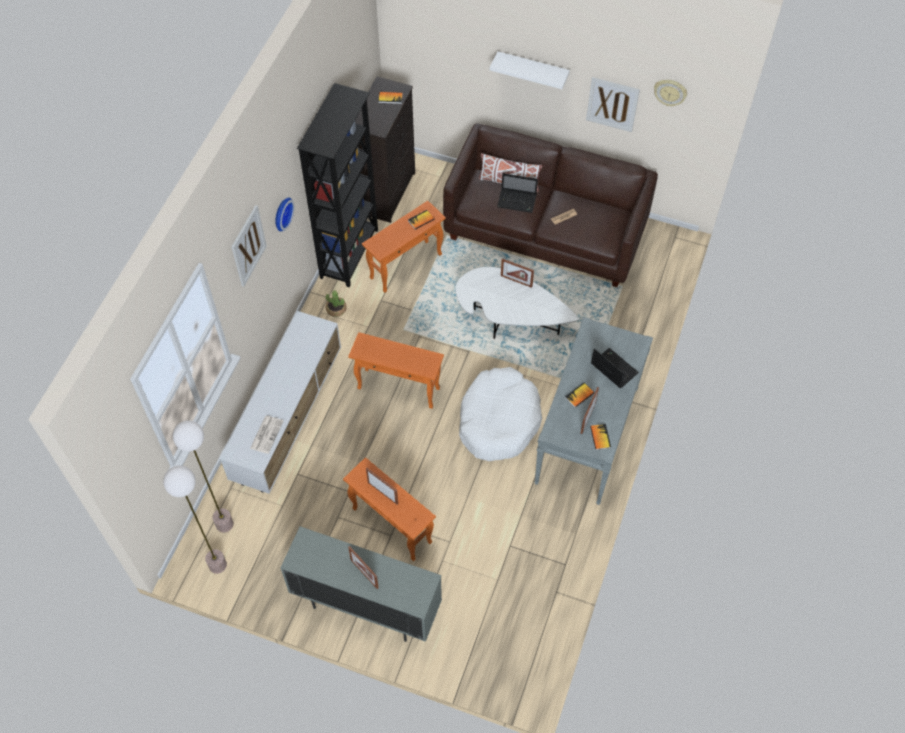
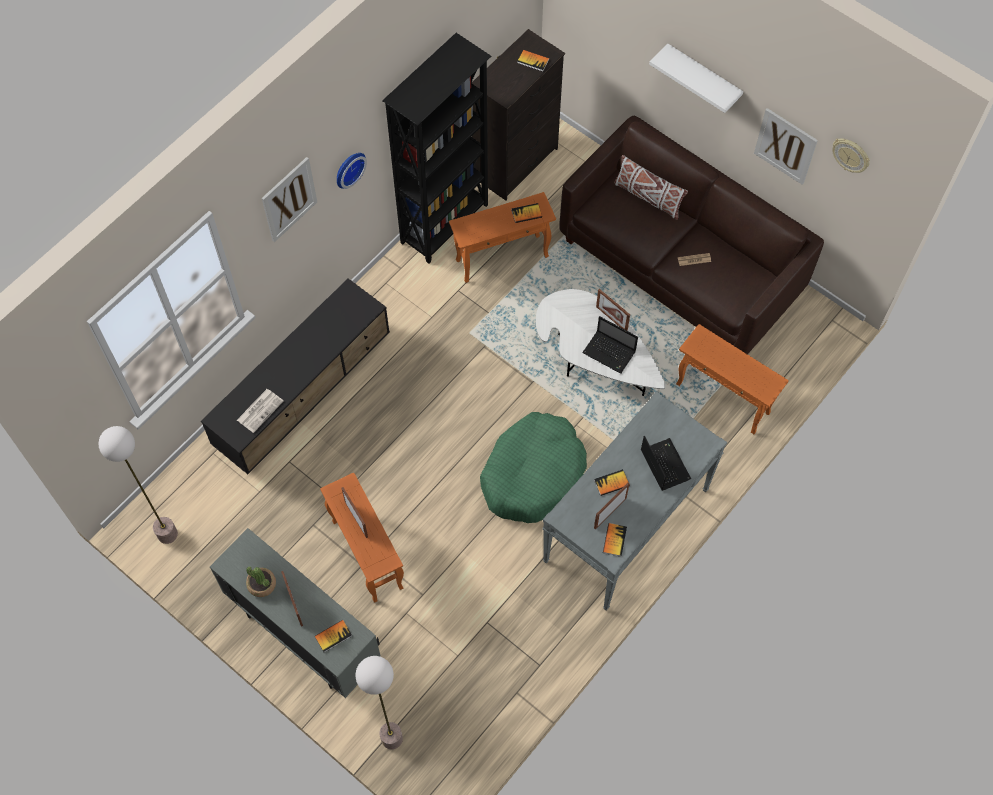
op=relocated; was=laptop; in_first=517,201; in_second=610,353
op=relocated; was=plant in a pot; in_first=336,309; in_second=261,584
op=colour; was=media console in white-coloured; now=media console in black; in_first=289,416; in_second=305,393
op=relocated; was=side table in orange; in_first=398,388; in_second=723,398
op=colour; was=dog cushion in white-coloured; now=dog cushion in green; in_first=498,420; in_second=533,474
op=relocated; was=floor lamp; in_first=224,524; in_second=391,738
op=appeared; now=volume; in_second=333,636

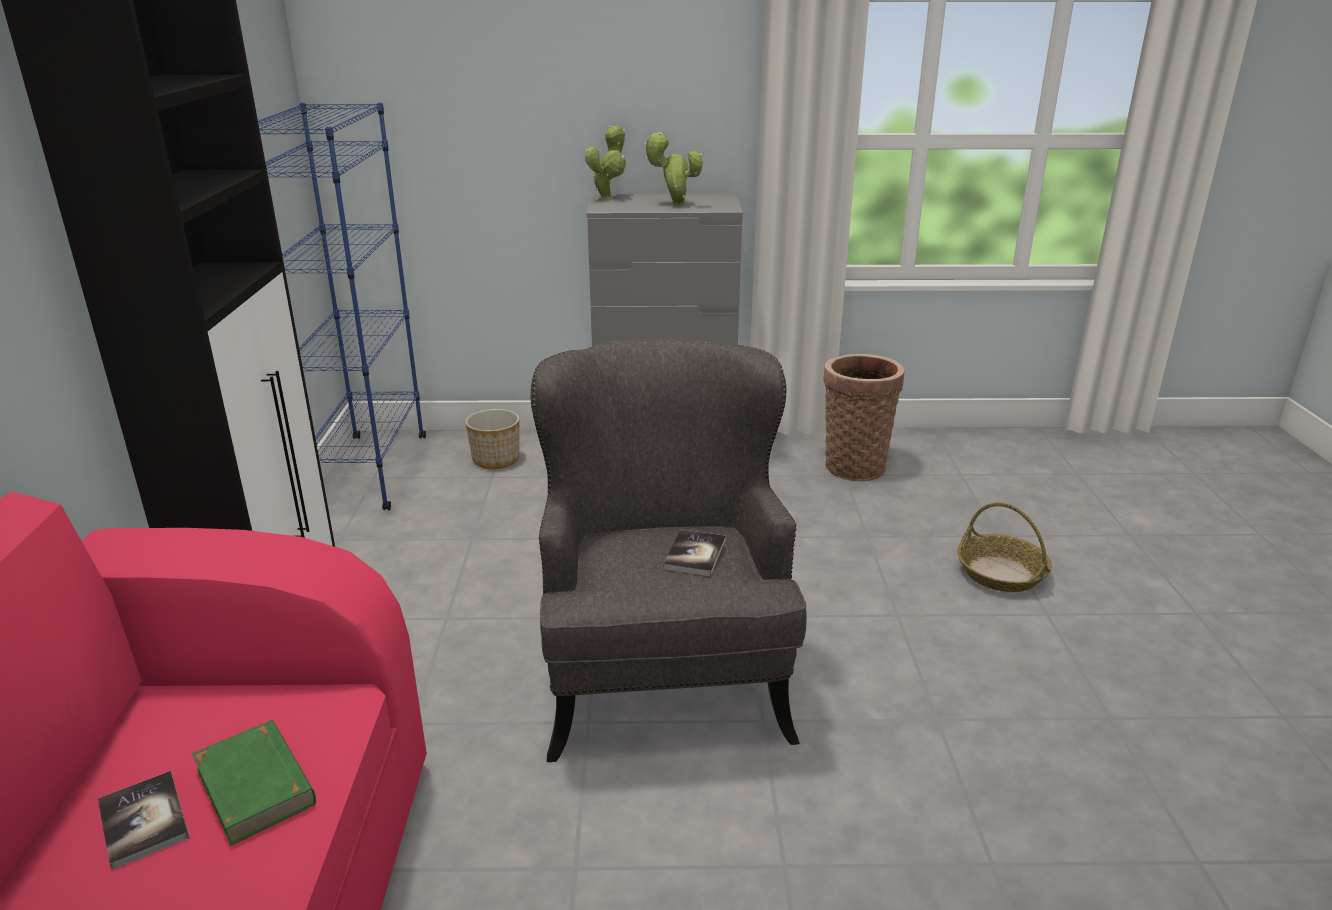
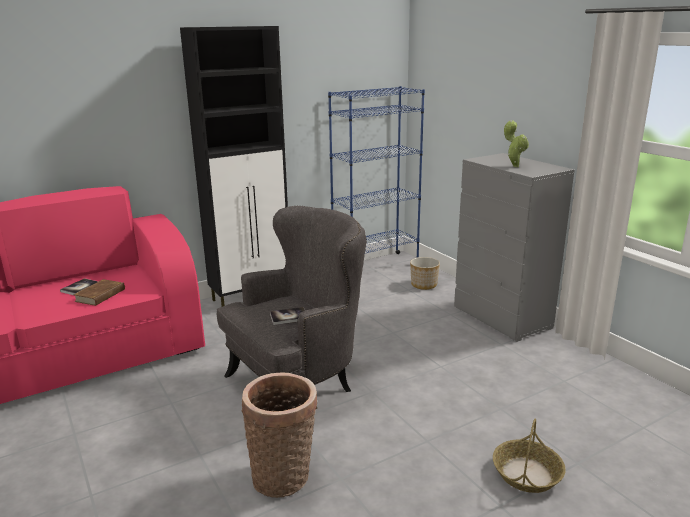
op=missing; was=plant in a pot; in_first=608,197
op=relocated; was=household basket; in_first=854,465; in_second=284,476
op=colour; was=volume in green; now=volume in brownish; in_first=256,785; in_second=100,295

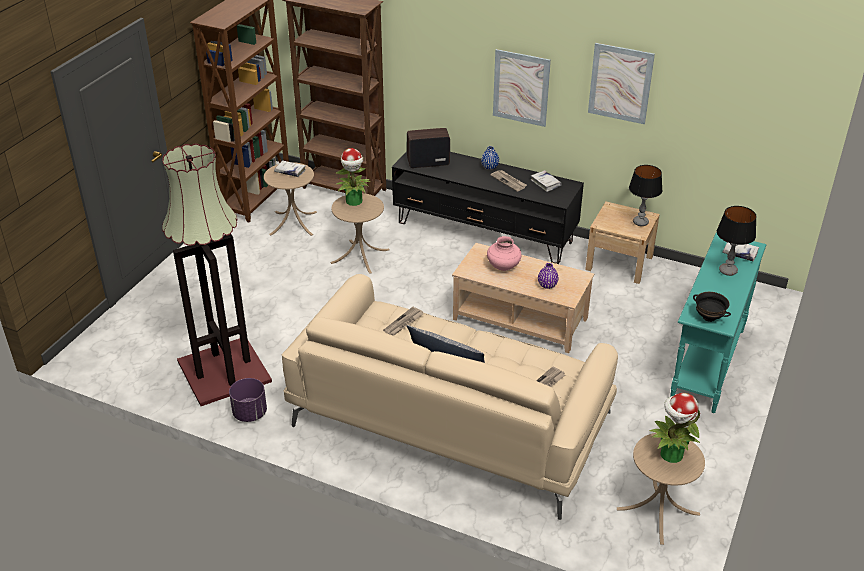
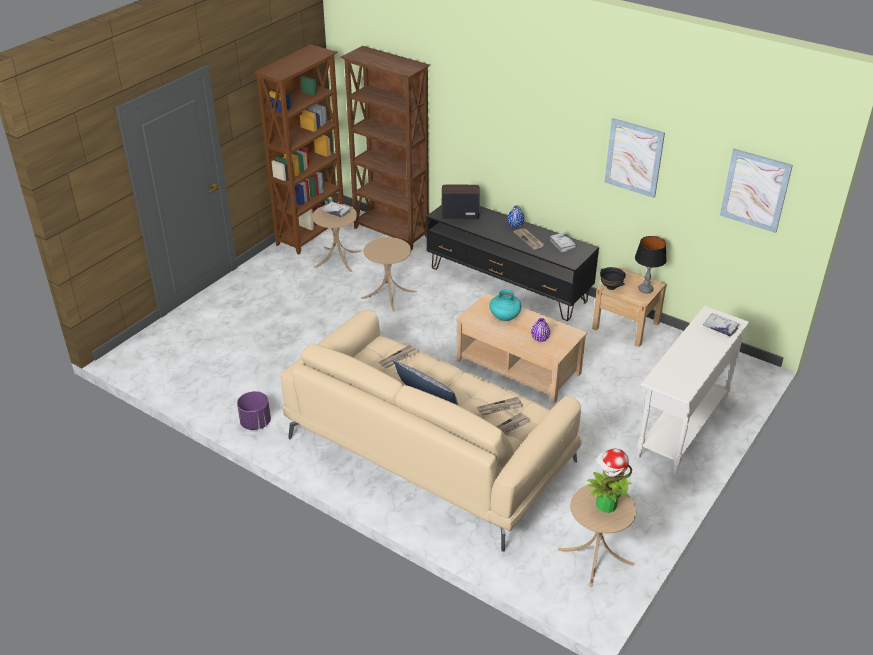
op=relocated; was=wall picture; in_first=521,87; in_second=755,190
op=missing; was=floor lamp; in_first=223,372
op=missing; was=plant in a pot; in_first=354,201
op=missing; was=table lamp; in_first=727,271
op=colour; was=hall table in turquoise; now=hall table in white-coloured; in_first=707,364; in_second=682,429
op=colour; was=vase in pinkish; now=vase in turquoise; in_first=503,266; in_second=505,317
op=relocated; was=serving bowl in black; in_first=708,317; in_second=610,287
op=appeared; now=daily paper; in_second=499,408

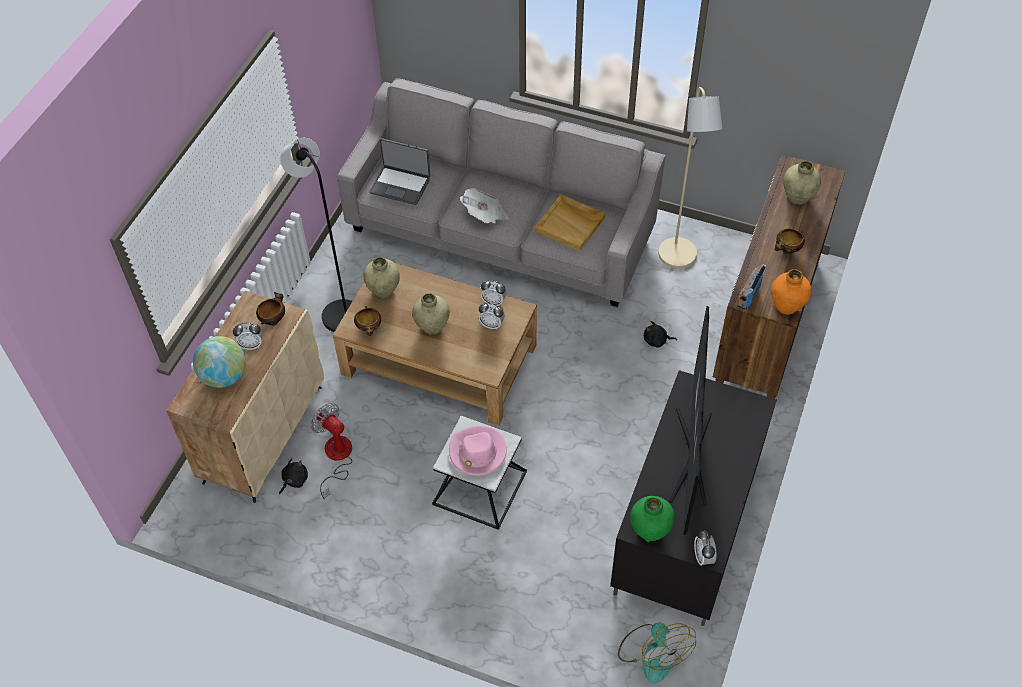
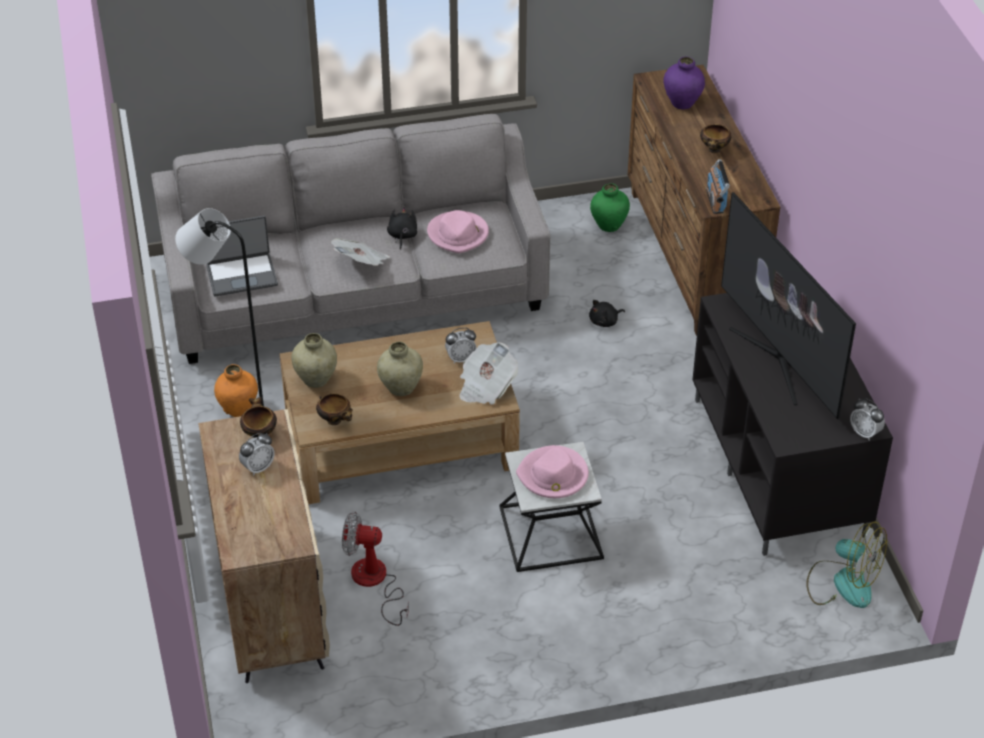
op=missing; was=floor lamp in beige-coloured; in_first=679,259
op=colour; was=vase in beige-coloured; now=vase in purplish; in_first=797,197; in_second=682,103
op=exchanged; was=tray in beige-coloured; now=clothing hat in pinkish; in_first=570,224; in_second=458,234
op=relocated; was=vase in orange; in_first=787,306; in_second=238,409
op=missing; was=bedside clock; in_first=493,302
op=missing; was=desk globe; in_first=224,376
op=relocated; was=cuddly toy in black; in_first=294,480; in_second=402,236
op=relocated; was=vase in green; in_first=650,530; in_second=609,225
op=appeared; now=daily paper; in_second=486,386

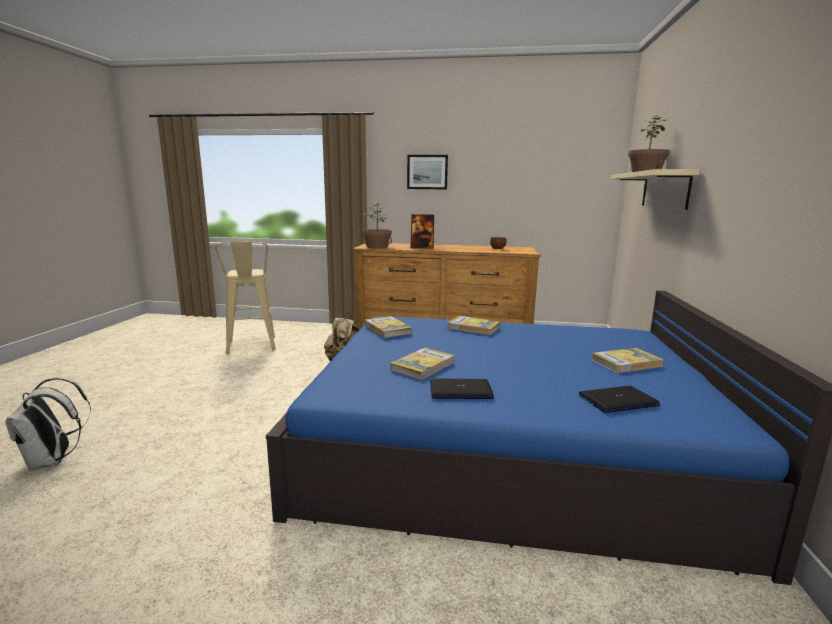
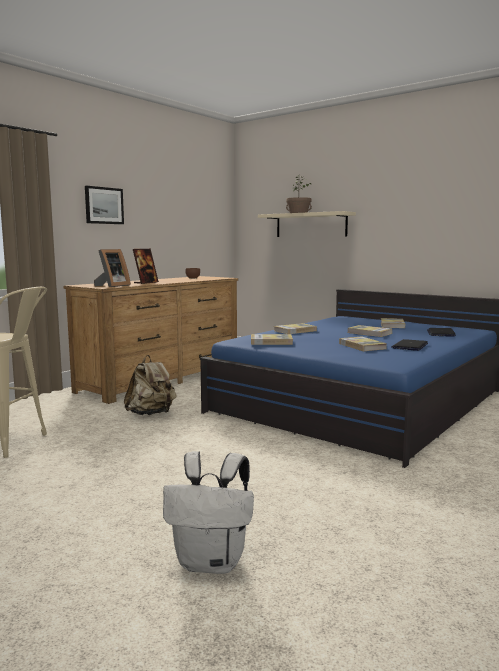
op=exchanged; was=plant in a pot; now=standing frame; in_first=377,247; in_second=112,286
op=appeared; now=volume; in_second=369,333

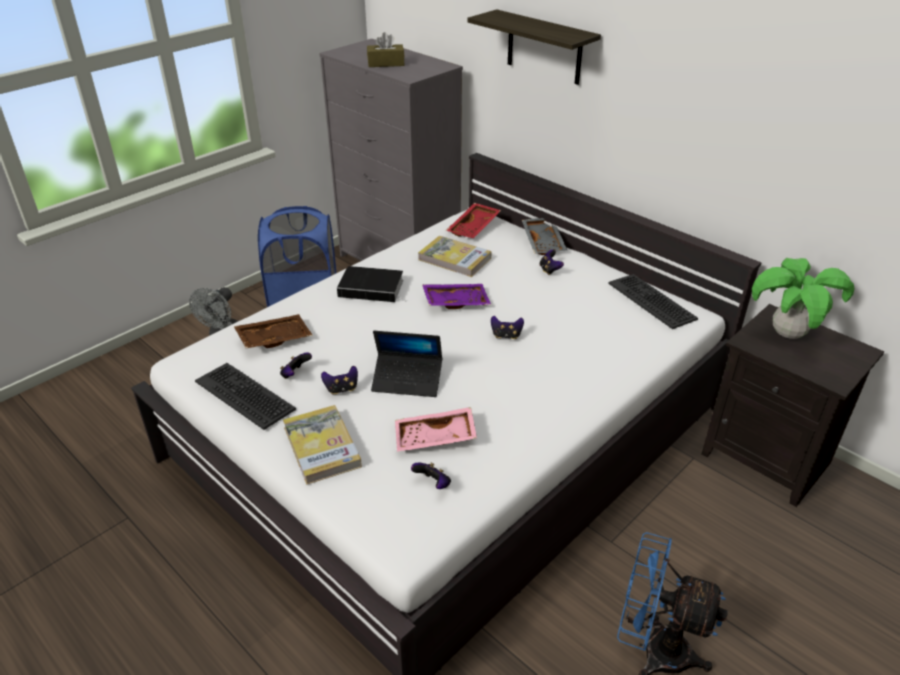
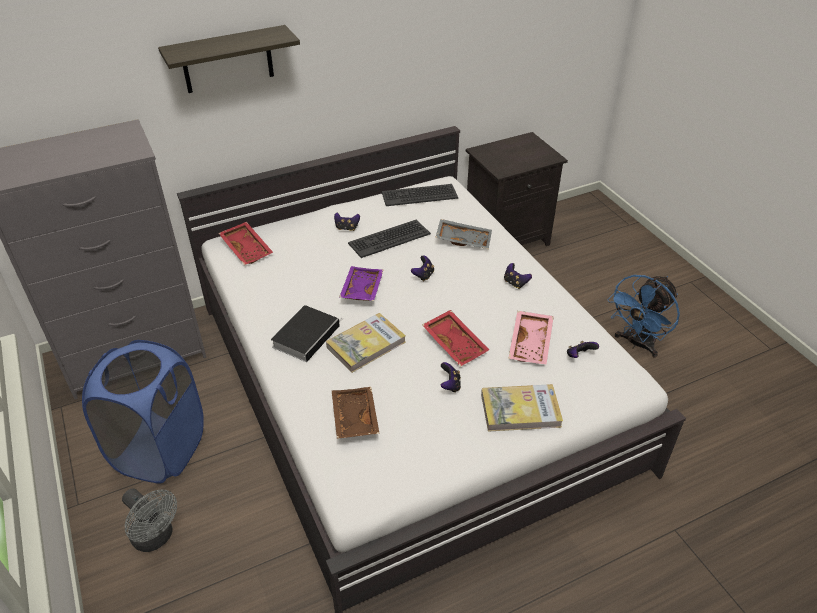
op=missing; was=box of tissues in brownish; in_first=386,63
op=relocated; was=tray in grey; in_first=544,242; in_second=463,239
op=relocated; was=volume; in_first=454,259; in_second=366,345
op=missing; was=plant in a pot; in_first=787,334
op=exchanged; was=laptop; now=tray in red-coloured; in_first=407,381; in_second=456,343
op=relocated; was=game controller; in_first=295,374; in_second=515,283
op=relocated; was=computer keyboard; in_first=245,395; in_second=389,238

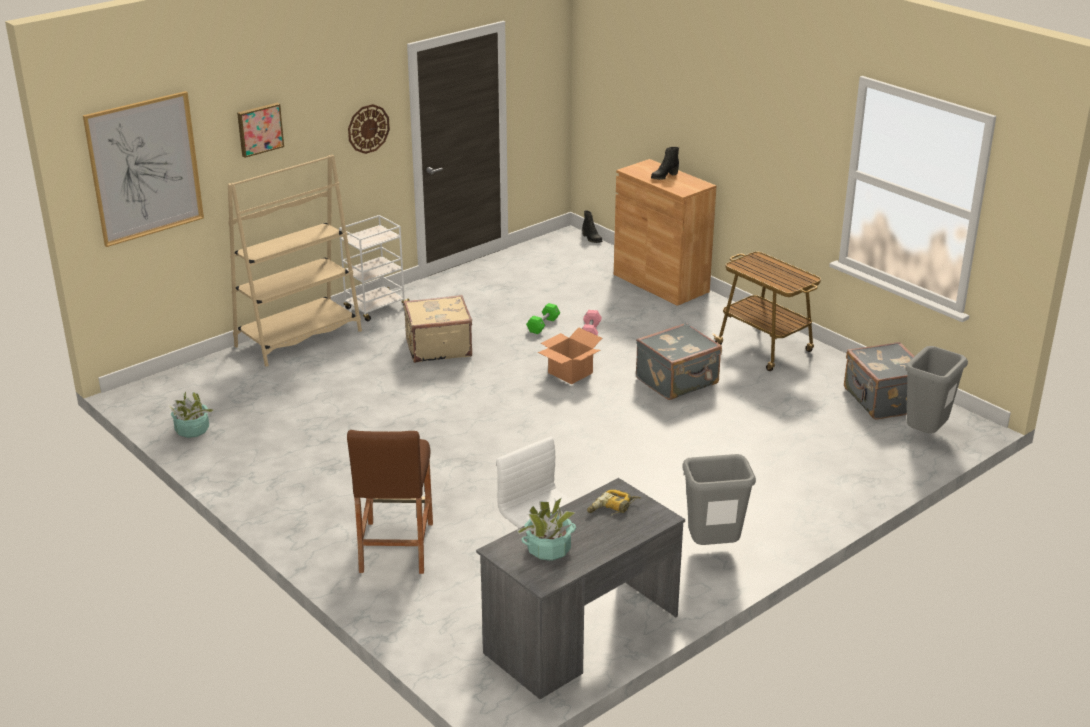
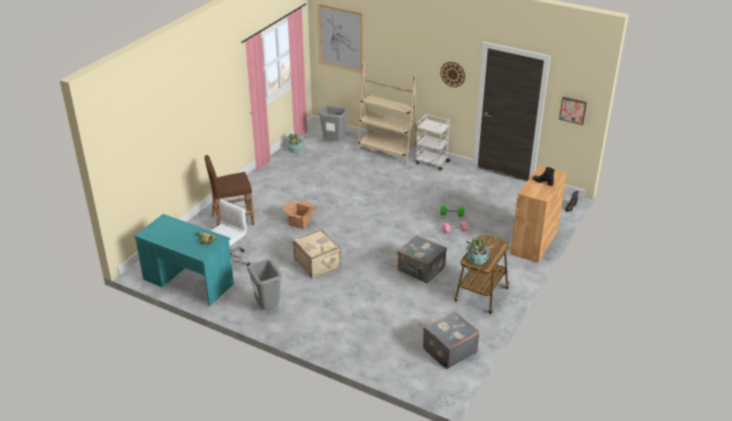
op=relocated; was=wall picture; in_first=259,129; in_second=573,110
op=relocated; was=travel case in beige-coloured; in_first=438,347; in_second=317,263
op=relocated; was=cardboard box; in_first=571,373; in_second=300,222
op=relocated; was=trash can in grey; in_first=925,434; in_second=334,143
op=colour; was=desk unit in grey; now=desk unit in turquoise; in_first=581,635; in_second=188,282
op=relocated; was=plant in a pot; in_first=548,549; in_second=476,259

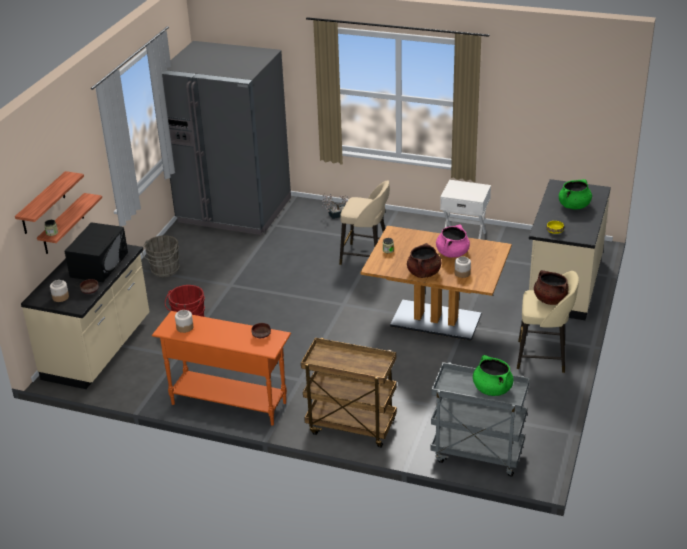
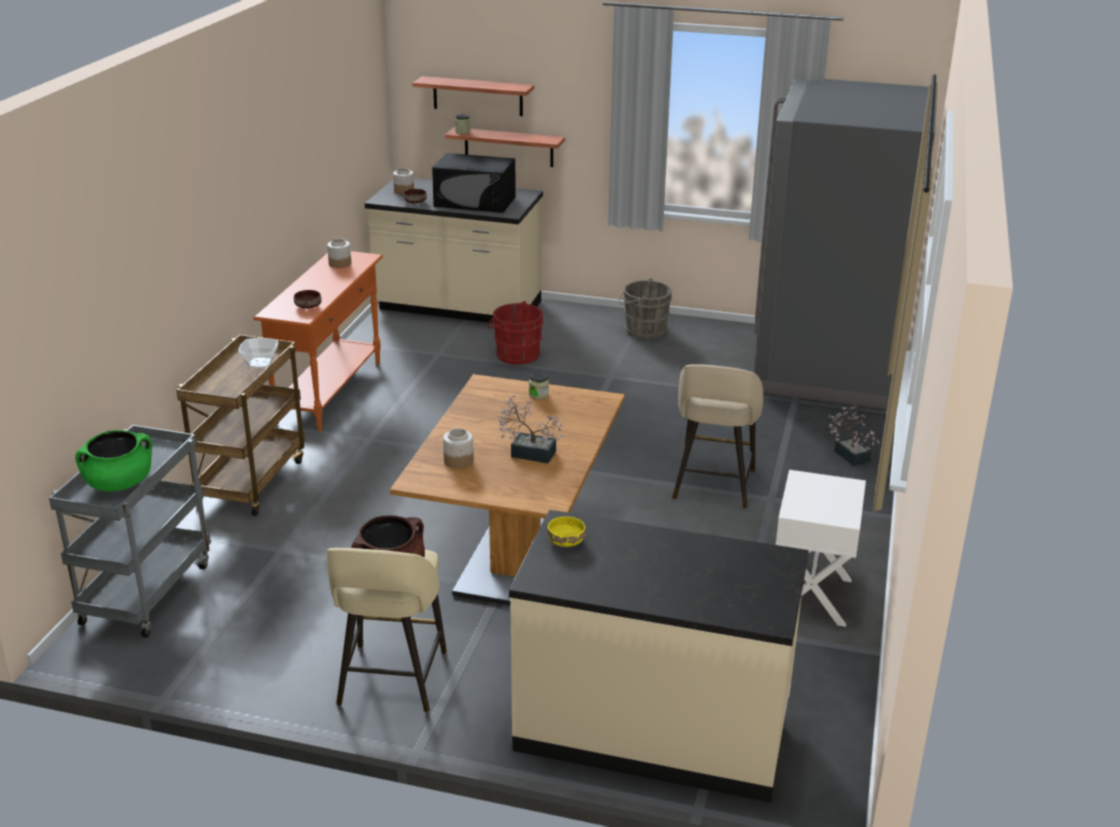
op=missing; was=cooking pot in green; in_first=574,206
op=exchanged; was=cooking pot in pinkish; now=plant in a pot; in_first=452,253; in_second=528,452
op=missing; was=cooking pot in brownish; in_first=424,273
op=appeared; now=serving bowl; in_second=260,363

